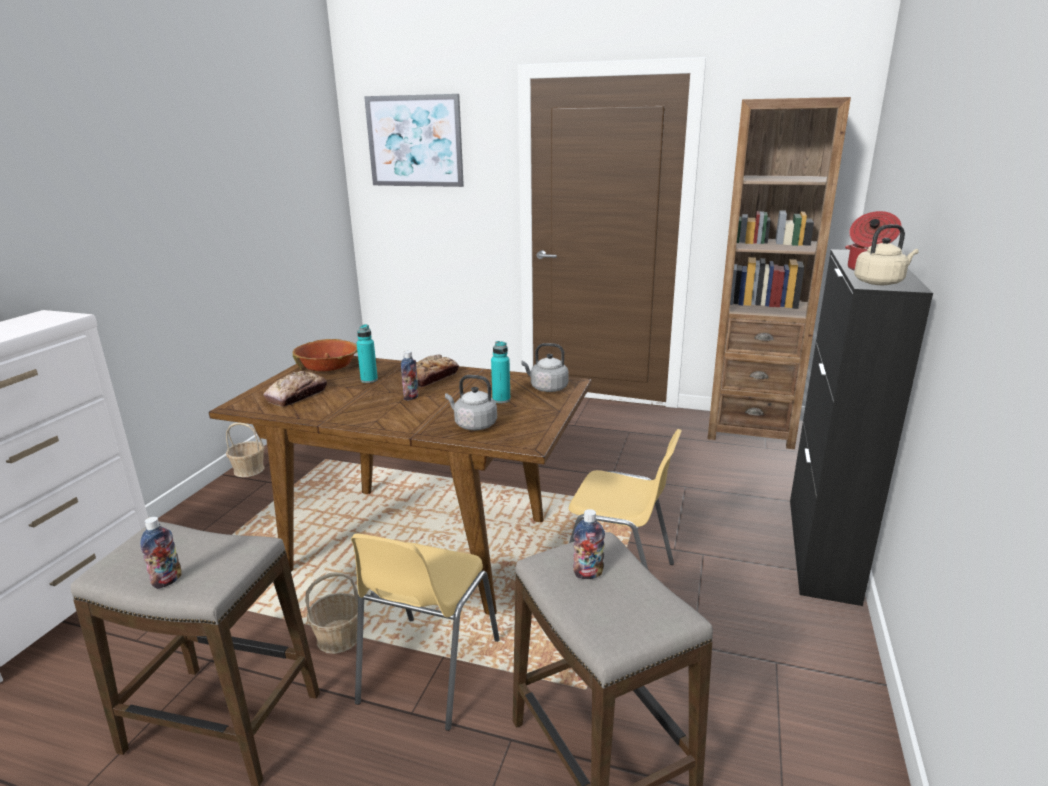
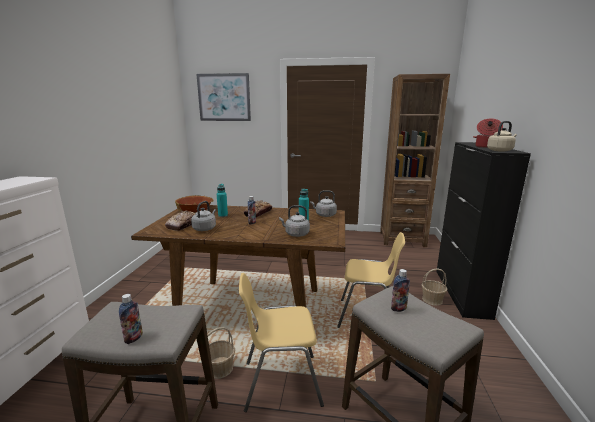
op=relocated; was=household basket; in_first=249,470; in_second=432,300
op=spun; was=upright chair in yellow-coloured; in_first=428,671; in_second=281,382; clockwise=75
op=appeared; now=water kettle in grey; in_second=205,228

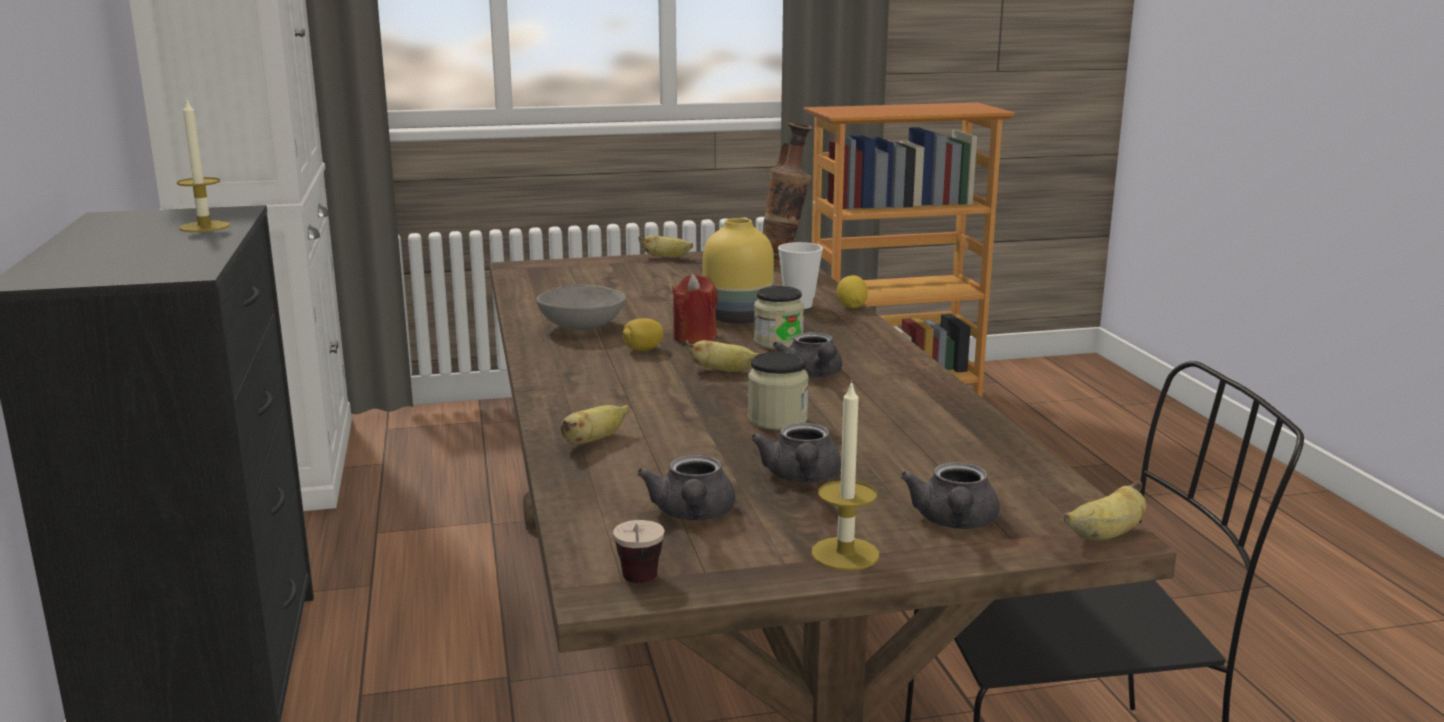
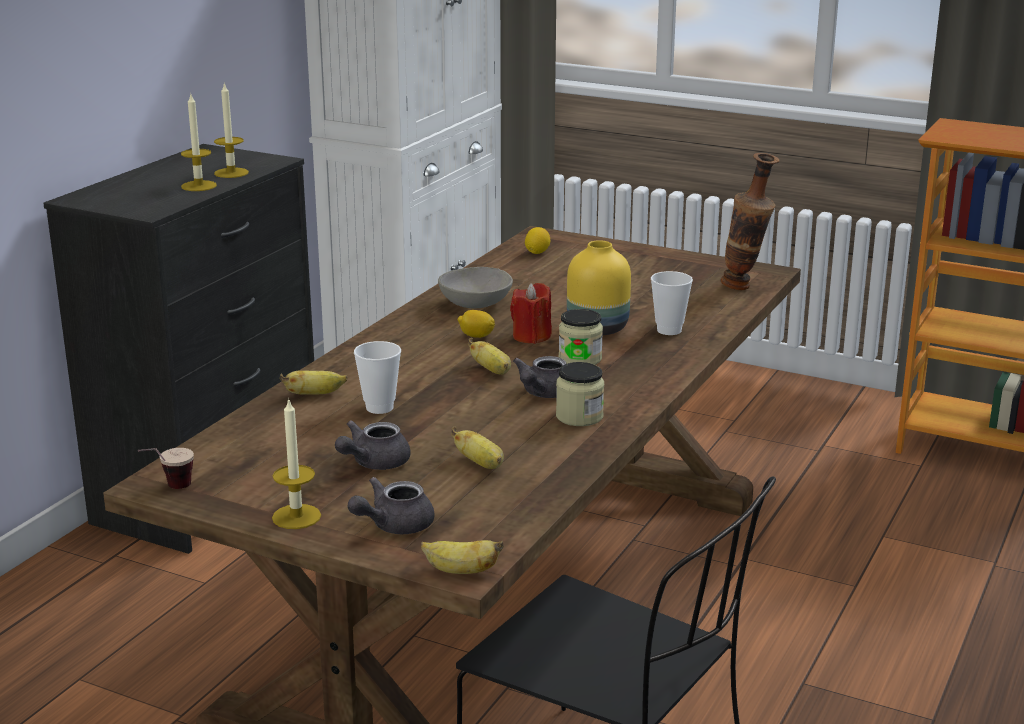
op=relocated; was=banana fruit; in_first=667,257; in_second=481,464
op=relocated; was=lemon; in_first=851,307; in_second=537,252
op=relocated; was=preserve jar; in_first=777,420; in_second=579,416
op=missing; was=pot for tea in grey; in_first=692,515
op=appeared; now=wax light; in_second=199,186
op=appeared; now=cup; in_second=379,408

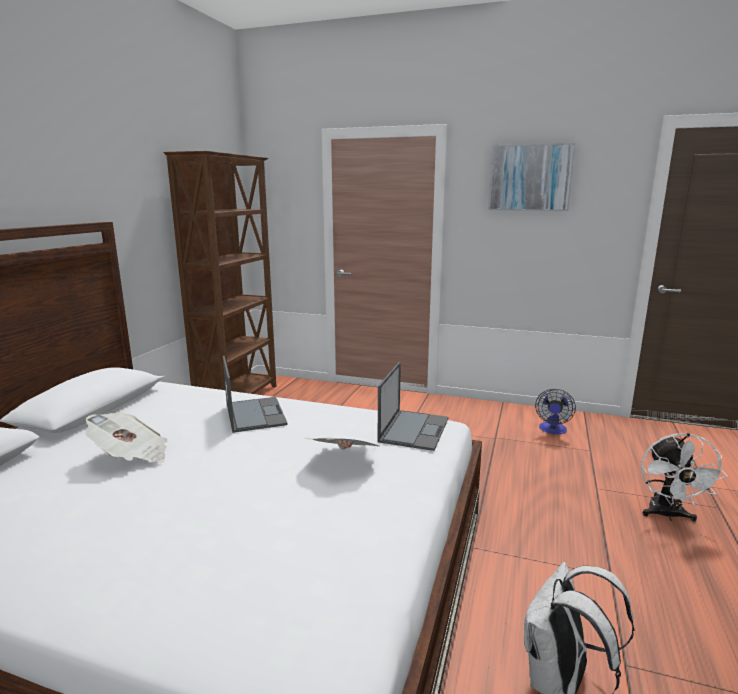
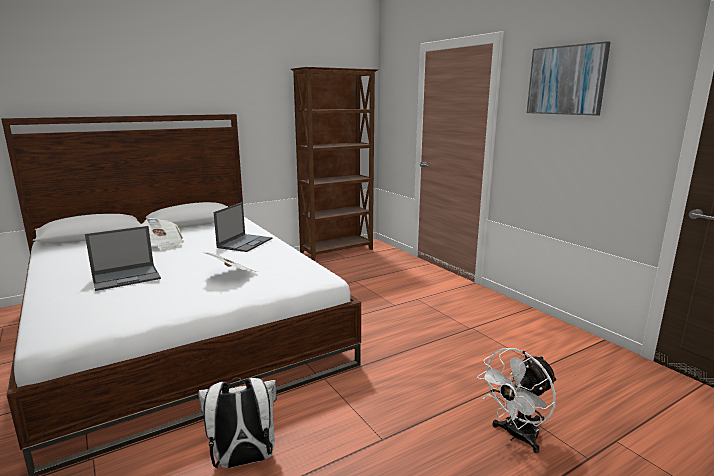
op=relocated; was=laptop; in_first=414,429; in_second=127,277
op=missing; was=fan; in_first=552,430

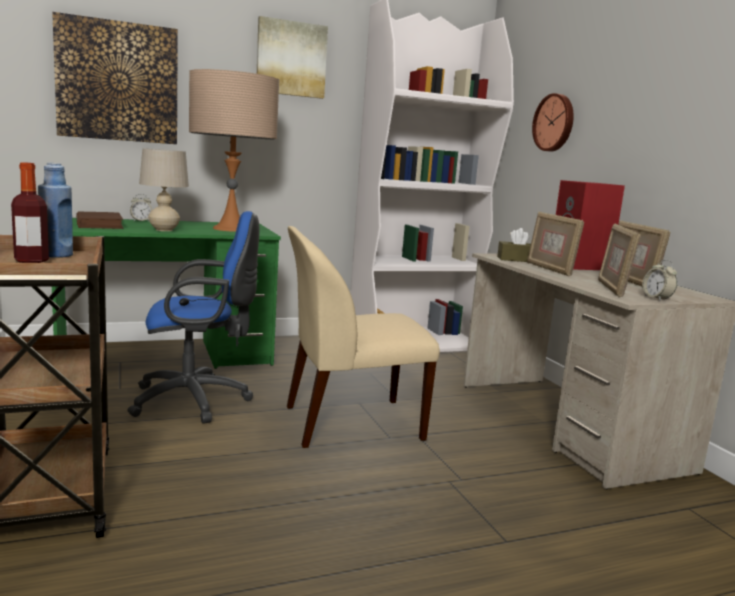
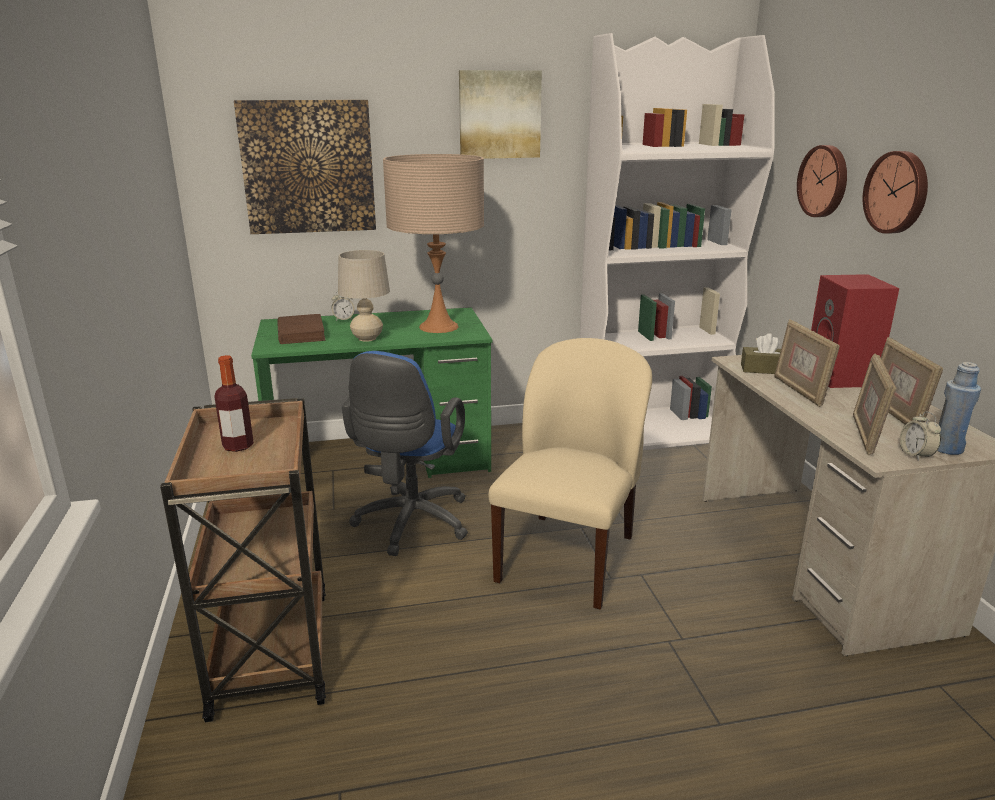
op=relocated; was=drink bottle in blue-coloured; in_first=57,255; in_second=947,449
op=spun; was=computer chair in blue-coloured; in_first=197,400; in_second=410,525; clockwise=105
op=spun; was=upright chair in beige-coloured; in_first=349,423; in_second=568,557; clockwise=120
op=appeared; now=clock on the wall; in_second=897,192

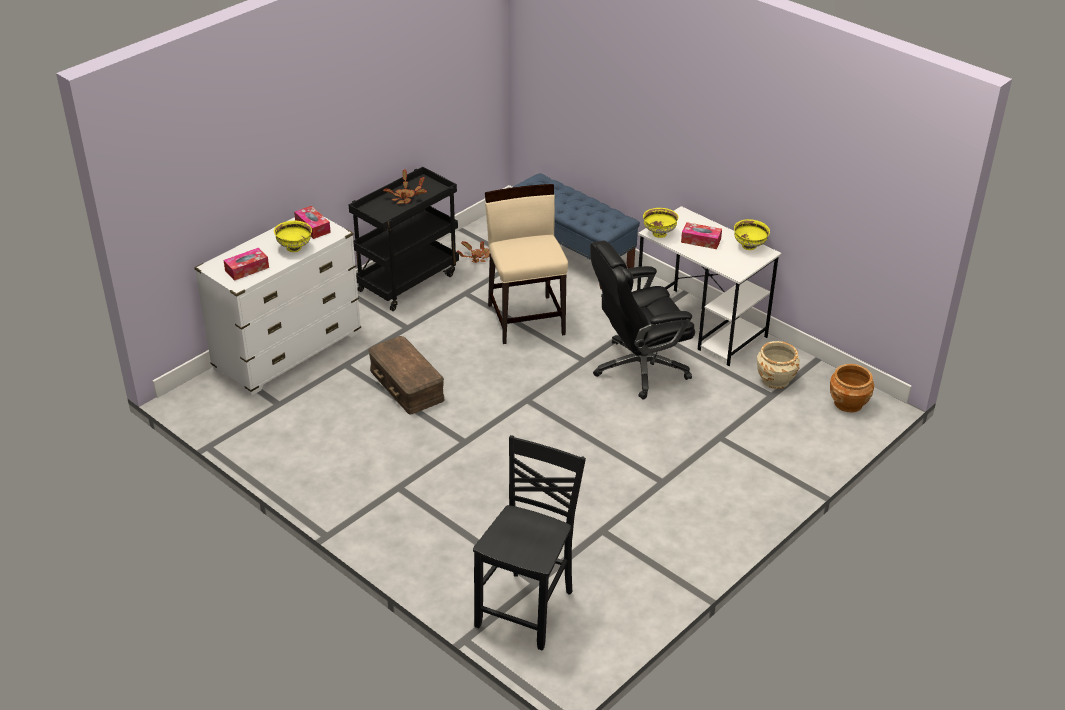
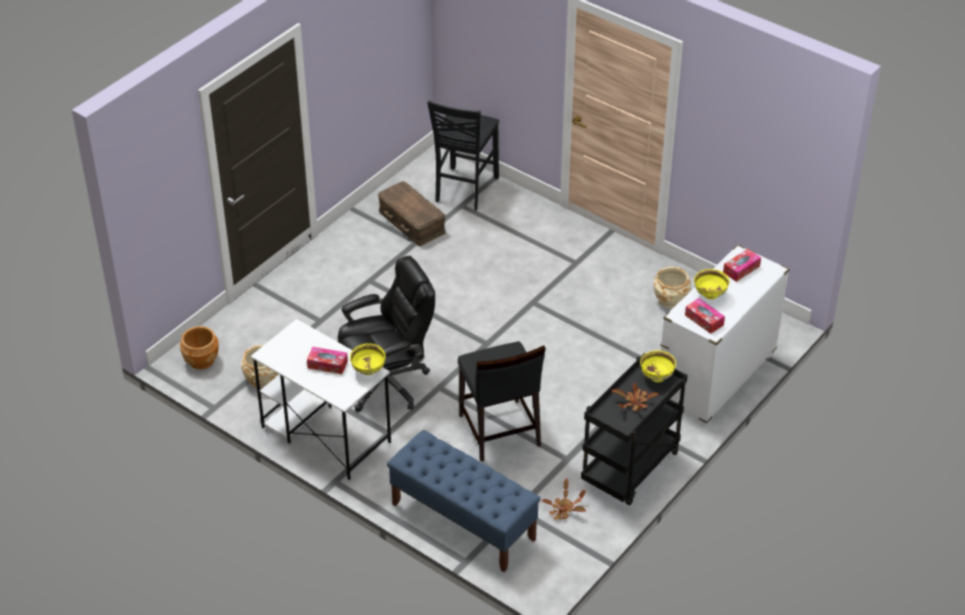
op=colour; was=upright chair in beige-coloured; now=upright chair in black; in_first=526,319; in_second=499,431
op=relocated; was=serving bowl in yellow-coloured; in_first=749,246; in_second=656,377
op=relocated; was=storage container in brownish; in_first=406,385; in_second=412,221
op=appeared; now=plant pot in beige-coloured; in_second=670,300

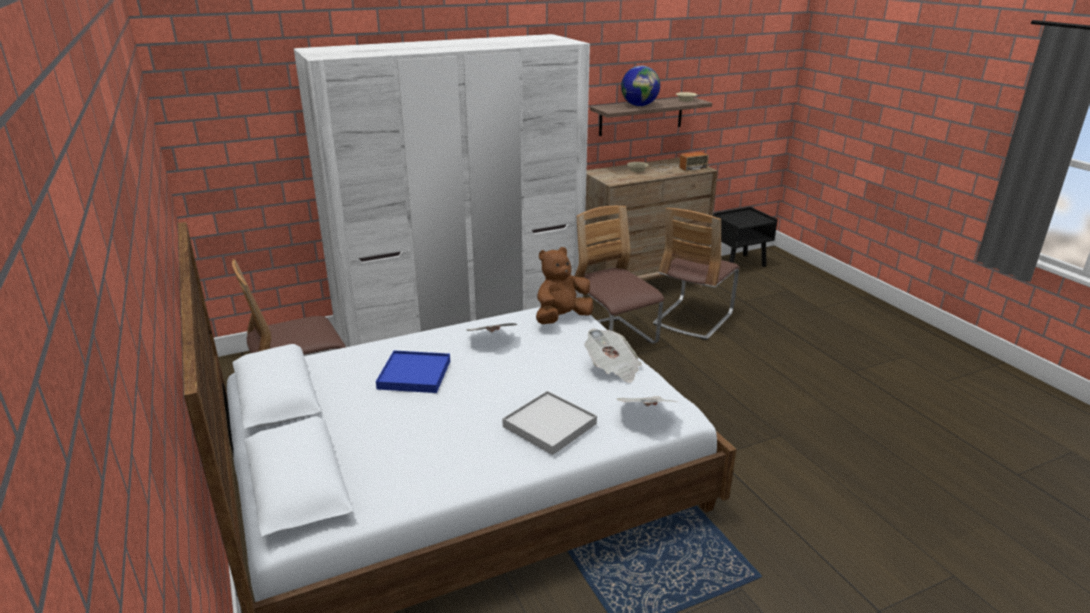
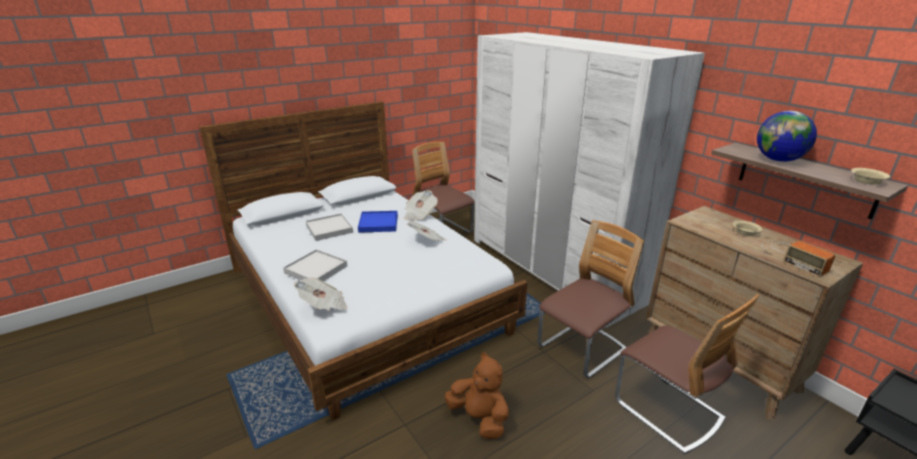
op=spun; was=upright chair; in_first=693,319; in_second=668,410; clockwise=-150
op=relocated; was=cuddly toy in brownish; in_first=561,318; in_second=479,418
op=relocated; was=daily paper; in_first=613,368; in_second=419,214
op=appeared; now=tray in white-coloured; in_second=329,229

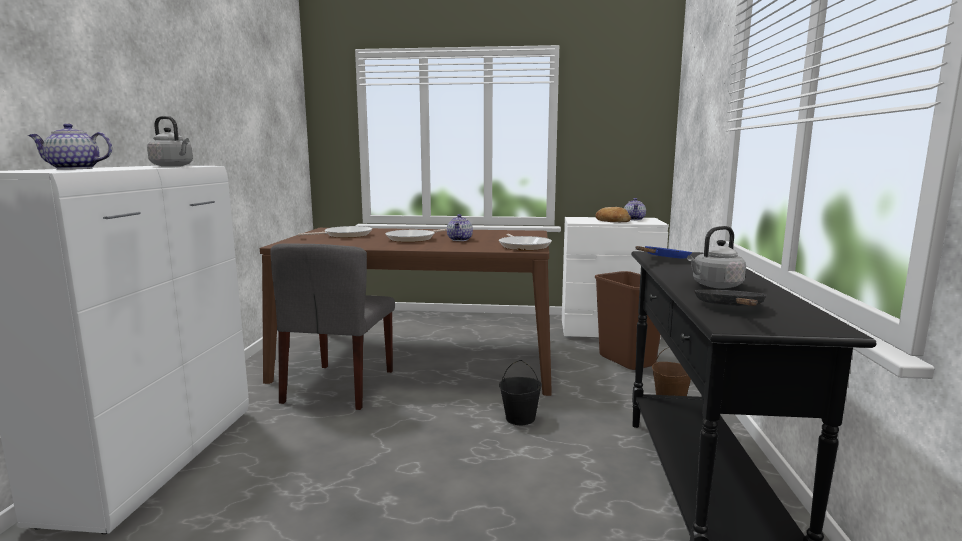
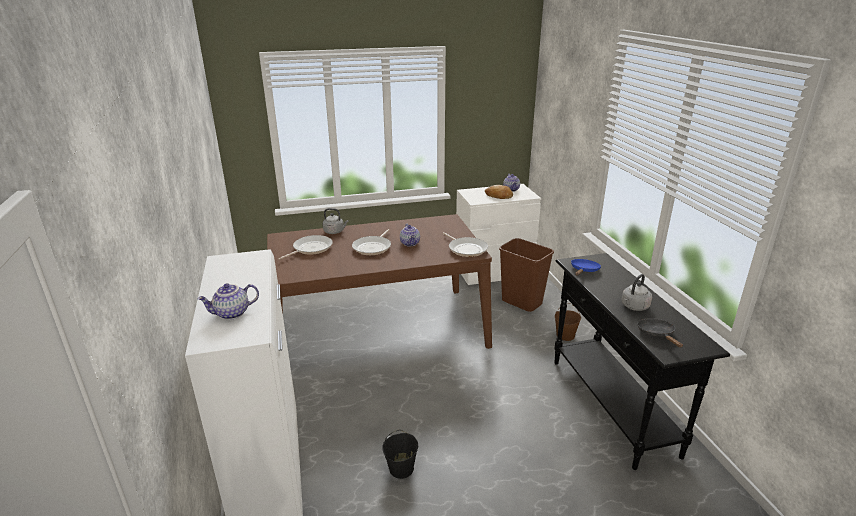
op=relocated; was=water kettle in grey; in_first=173,166; in_second=335,232
op=missing; was=upright chair in grey; in_first=340,386
op=relocated; was=pail in black; in_first=520,418; in_second=401,468

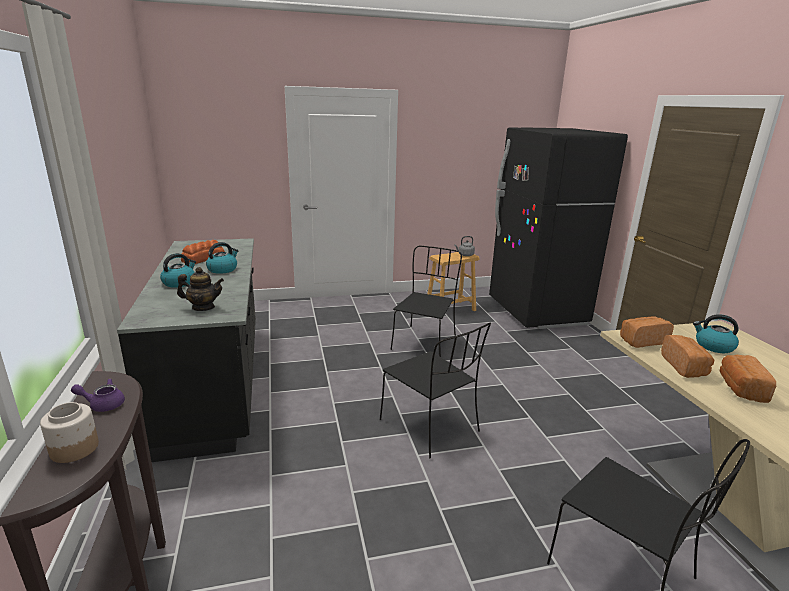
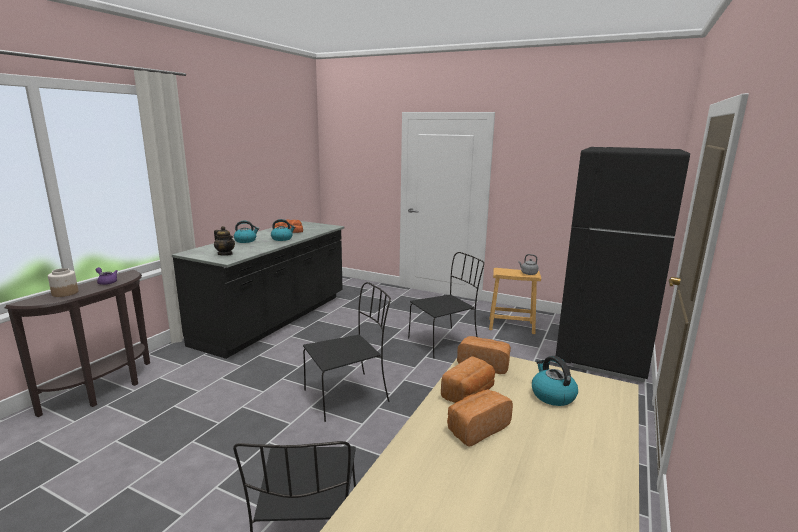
op=spun; was=upright chair in black; in_first=431,427; in_second=348,395; clockwise=-120

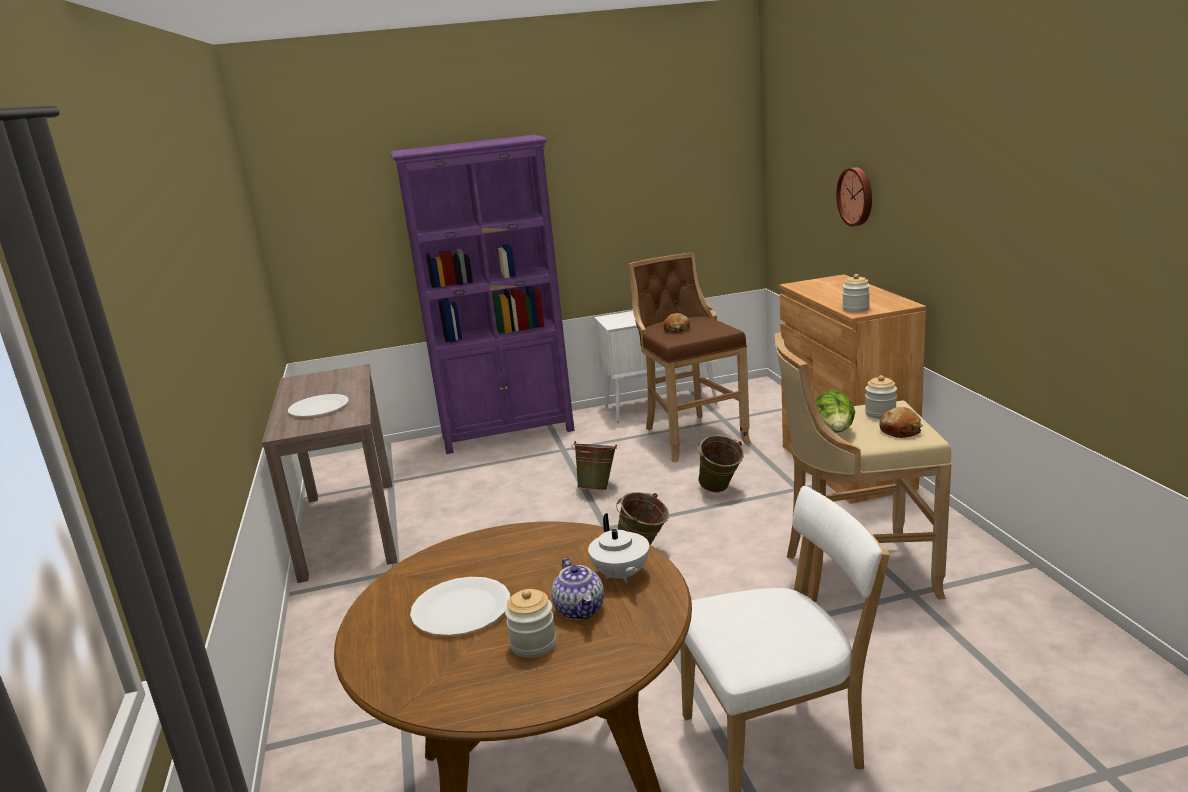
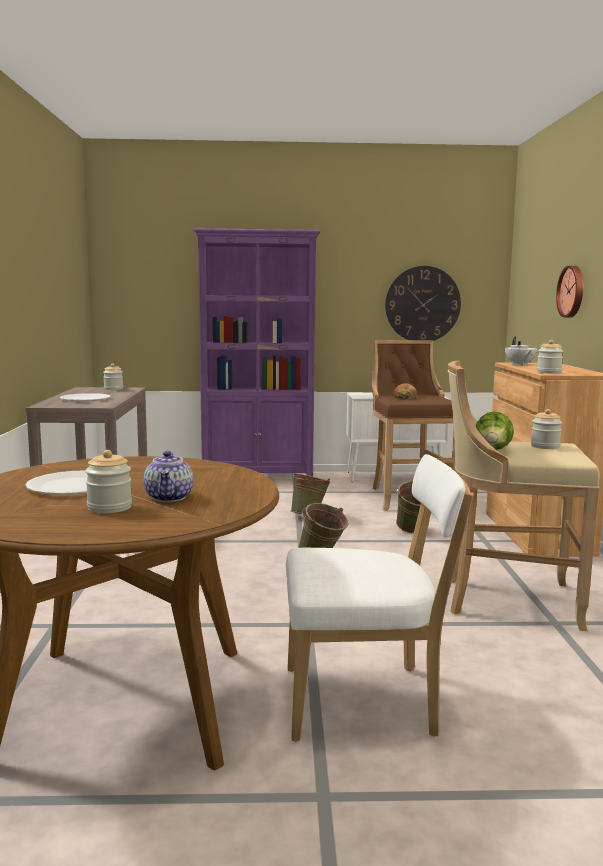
op=missing; was=bakery bread; in_first=900,430
op=relocated; was=pot for tea in white-coloured; in_first=621,575; in_second=519,364
op=appeared; now=clock on the wall; in_second=422,304
op=appeared; now=preserve jar; in_second=113,389

